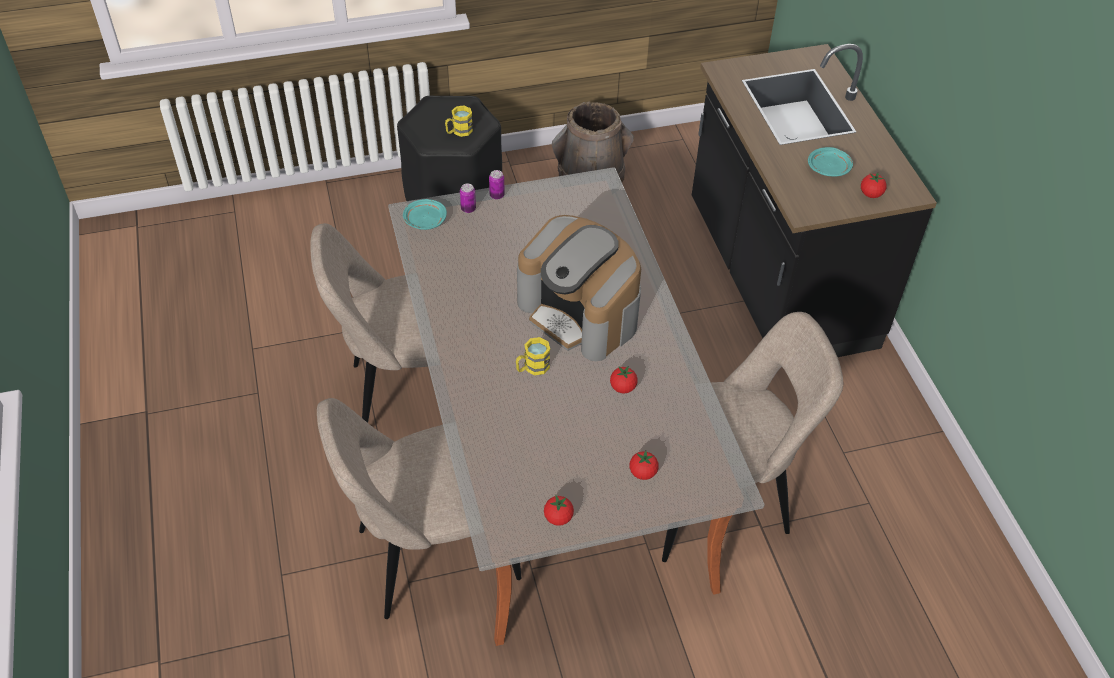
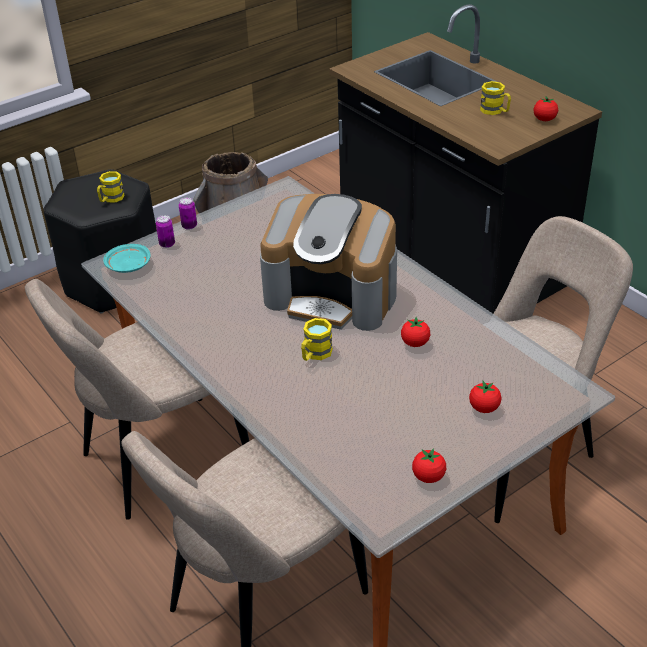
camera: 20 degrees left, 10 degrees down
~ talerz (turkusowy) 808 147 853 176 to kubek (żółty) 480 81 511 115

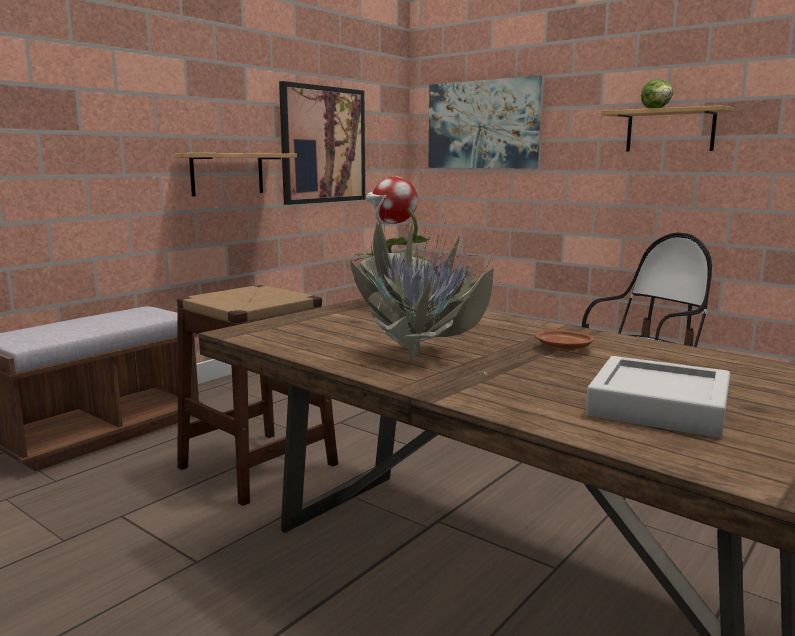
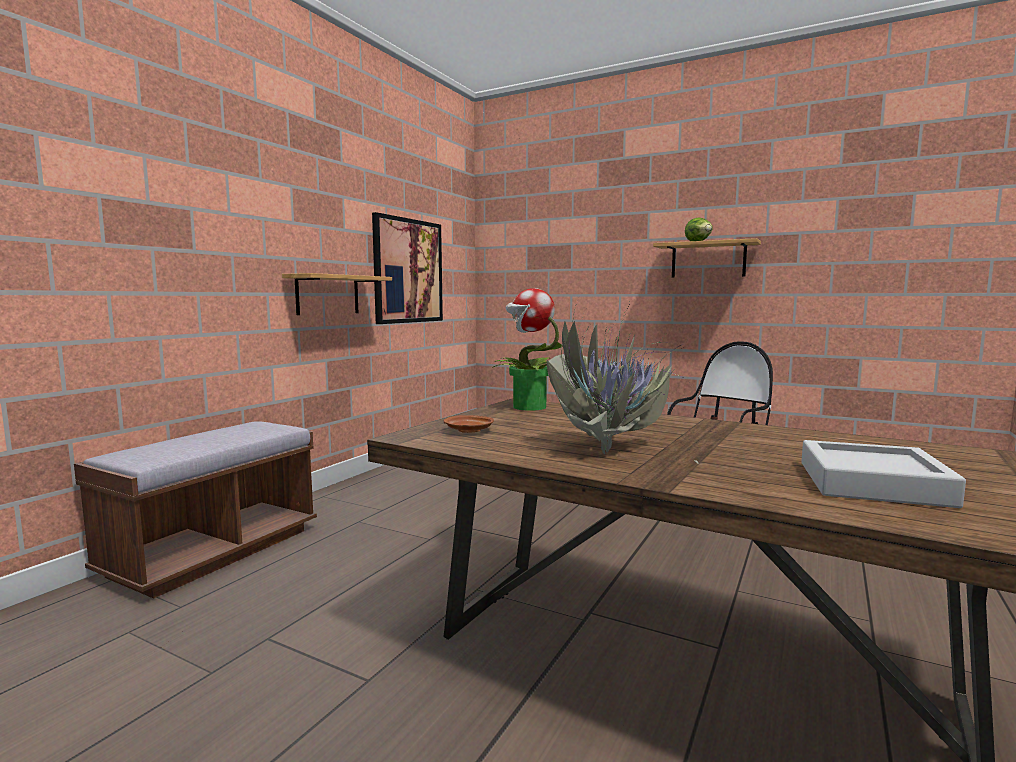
camera: 10 degrees left, 5 degrees down
- stołek (brązowy) 177 285 338 506
- obraz 428 75 542 169
~ talerz (brązowy) 535 329 594 351 to 444 415 494 433

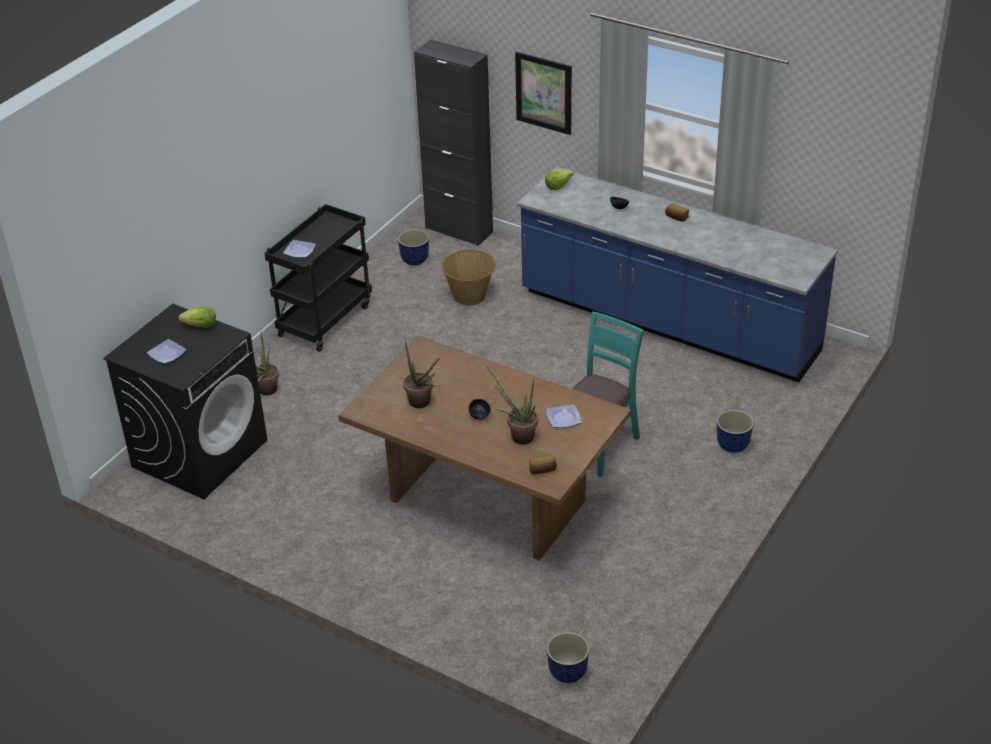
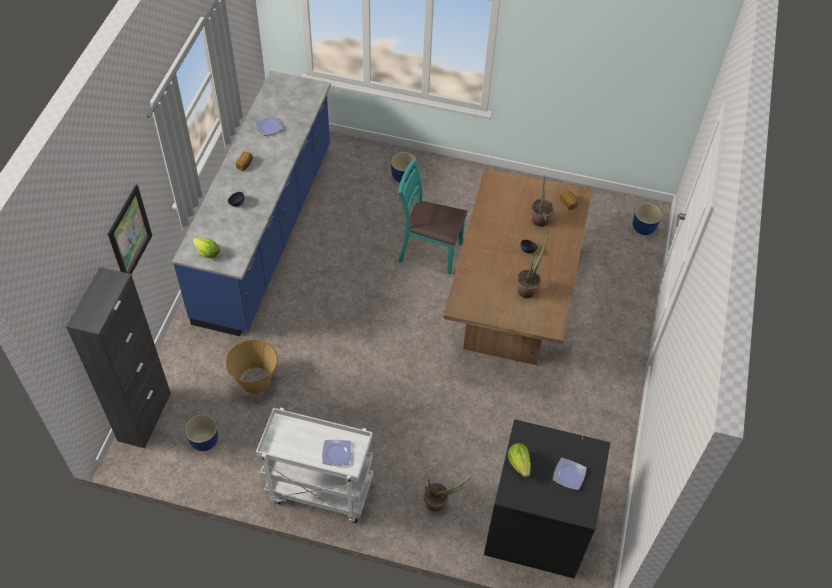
camera: 110 degrees left, 15 degrees up
~ wózek (czarny) 264 204 372 352 to wózek (biały) 256 408 373 523
~ talerz 546 404 582 428 to 255 115 283 136

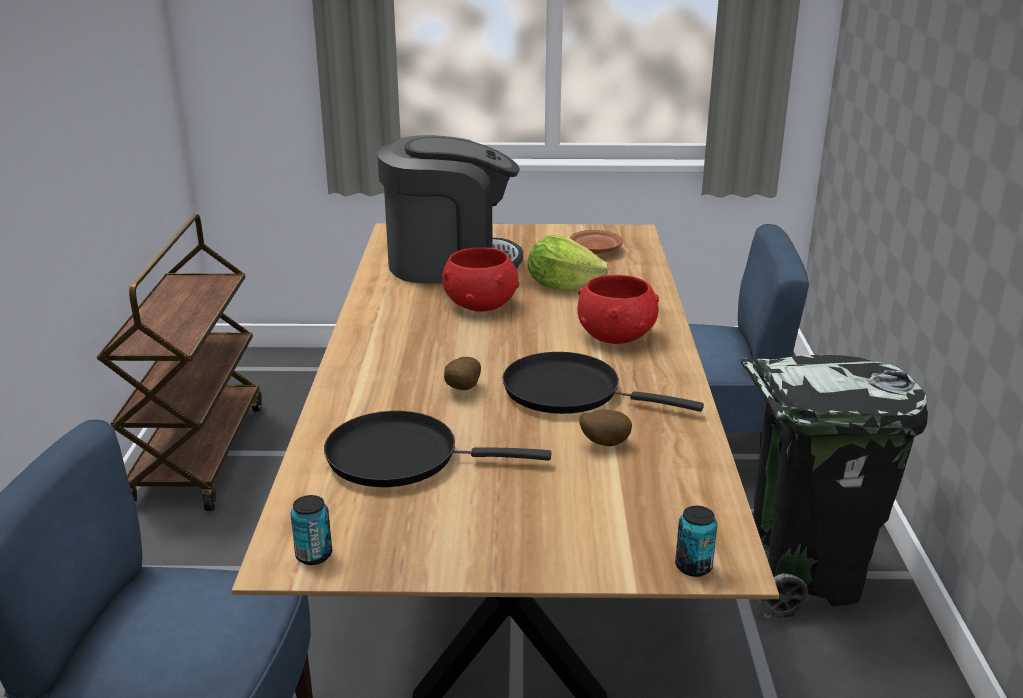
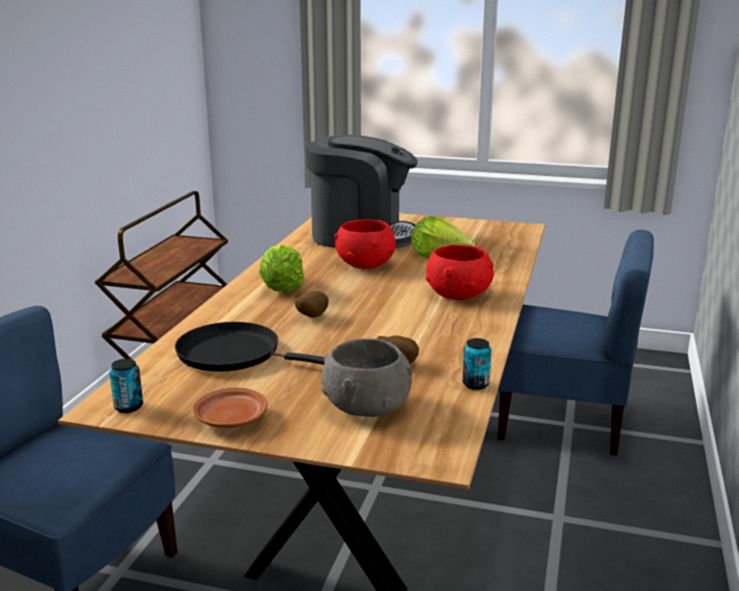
camera: 15 degrees right, 5 degrees down
- patelnia (czarny) 502 352 704 414
~ talerz (brązowy) 570 230 623 254 to 193 388 267 428
~ puszka 675 506 717 577 to 462 338 491 390
- kosz na śmieci (czarny) 741 355 928 619
+ sałata 259 245 304 292
+ miska (szary) 321 338 412 417

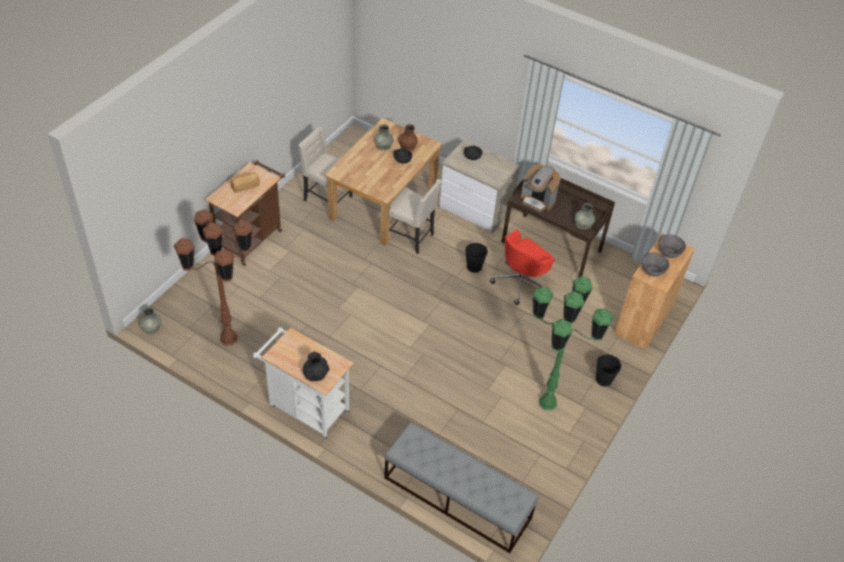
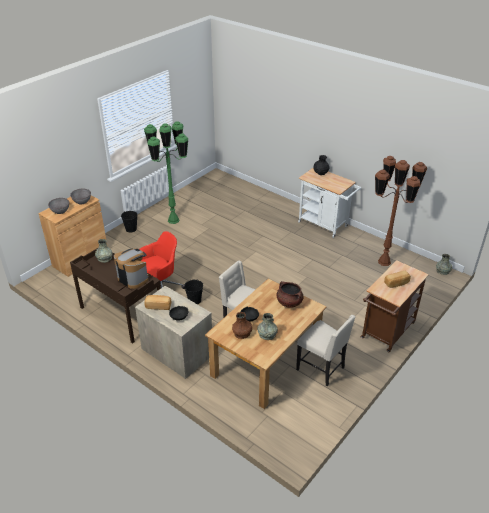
camera: 170 degrees left, 10 degrees down
- ławka (szary) 384 422 538 553
+ chleb 144 295 171 310
+ garnek (brązowy) 276 281 303 308

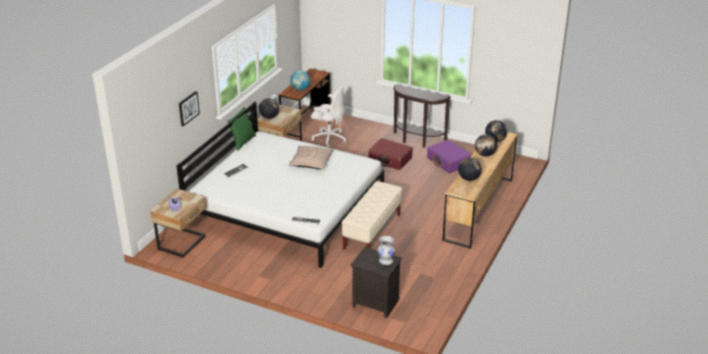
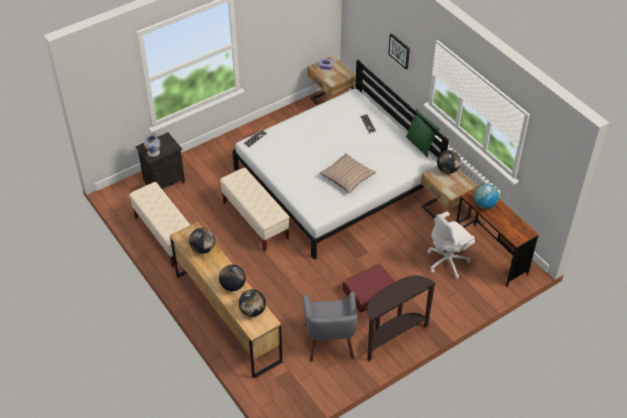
camera: 120 degrees right, 15 degrees up
~ walizka (fioletowy) 427 140 471 173 to fotel (szary) 302 291 357 362
+ ławka (beżowy) 129 182 190 267

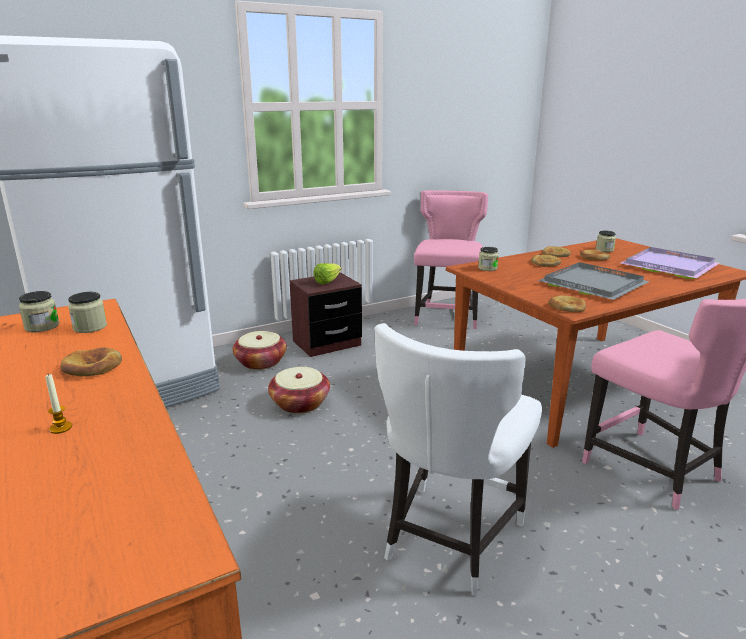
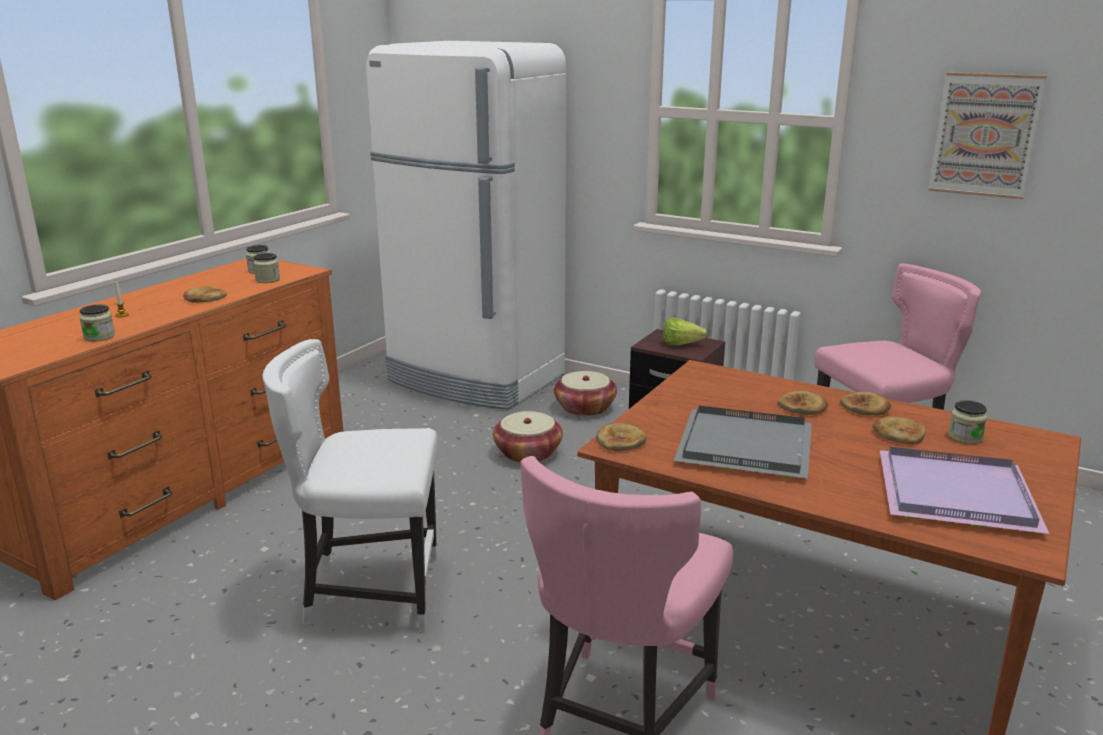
camera: 60 degrees right, 0 degrees up
~ słoik 478 247 499 271 to 80 305 115 342
+ obraz 928 72 1047 199

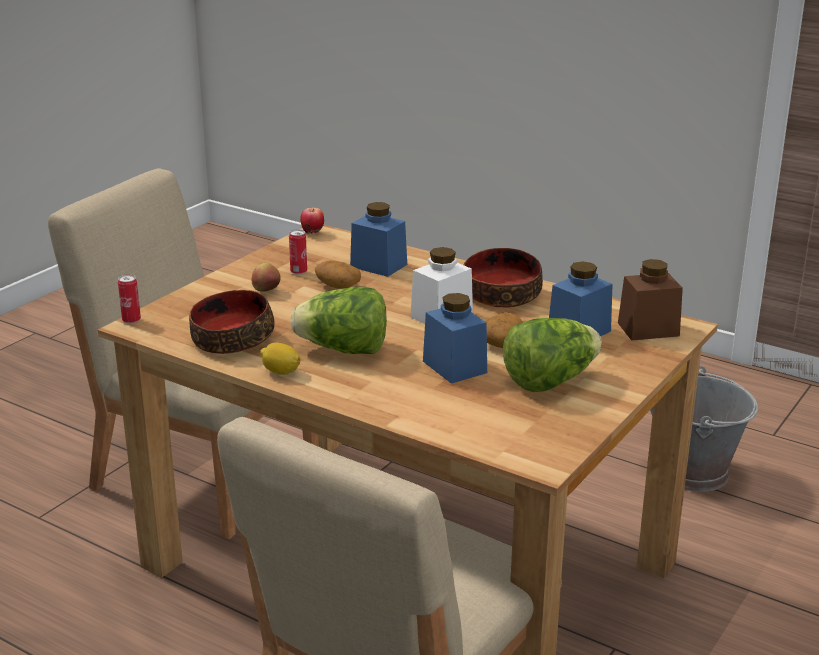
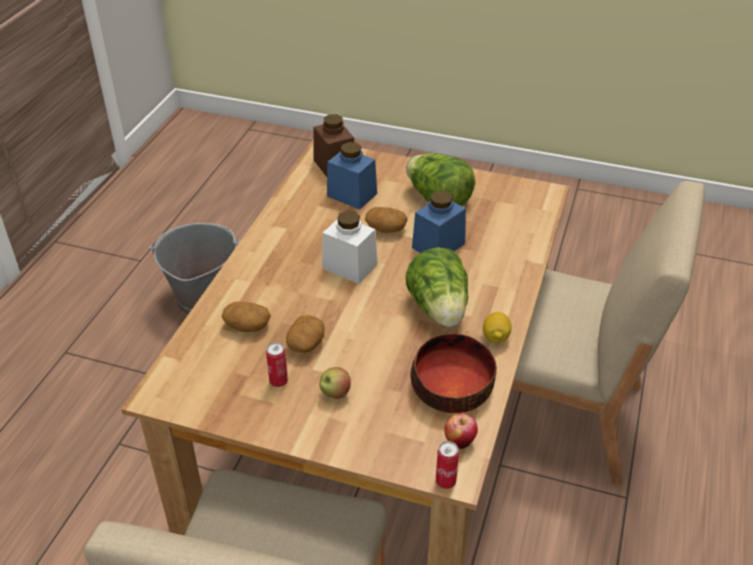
camera: 105 degrees left, 15 degrees up
~ jabłko 300 208 324 234 to 444 414 478 449
~ słoik (niebieski) 350 202 407 277 to ziemniak 222 302 271 332
- miska 464 248 543 308

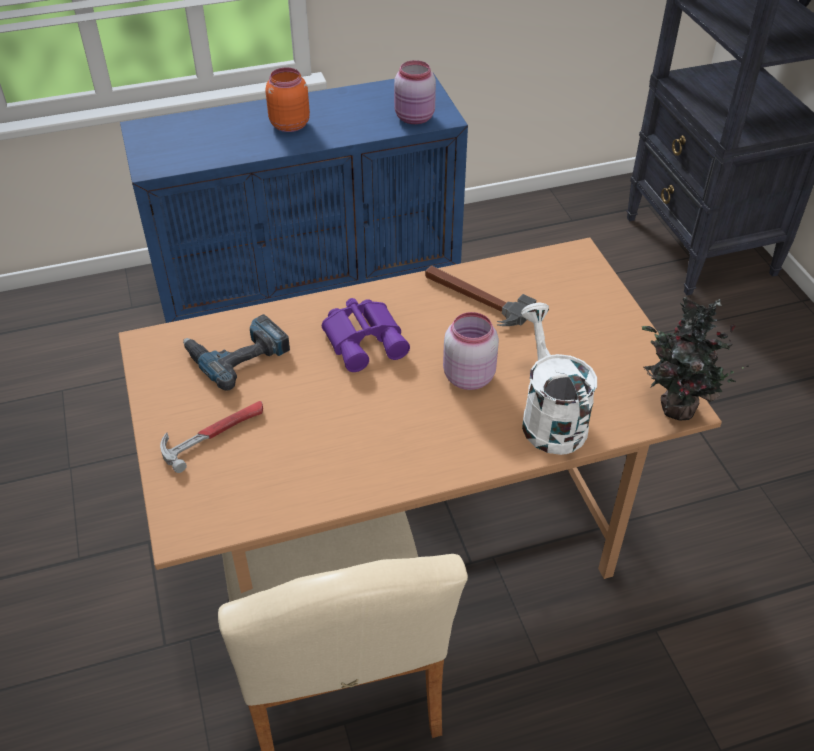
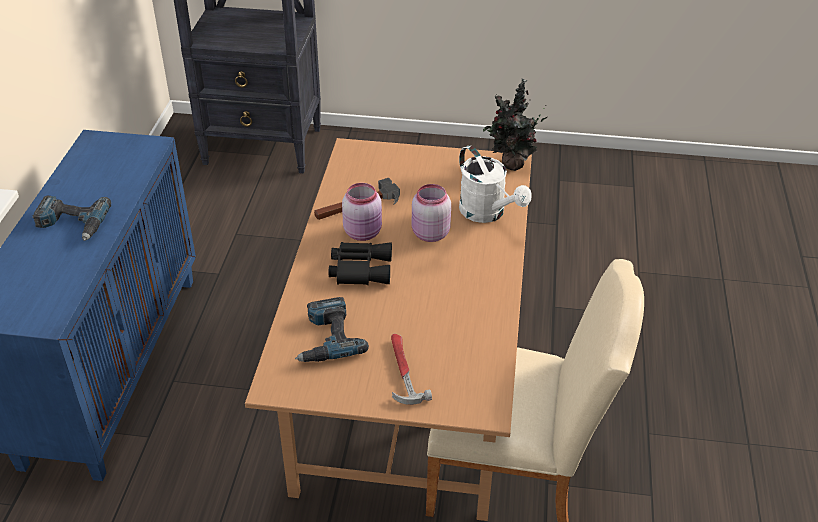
camera: 65 degrees left, 5 degrees down
~ słoik (pomarańczowy) 265 67 310 132 to wiertarka 33 196 111 241
~ lornetka (fioletowy) 322 298 410 372 to lornetka (czarny) 329 242 392 285
~ słoik (różowy) 394 60 436 124 to 342 183 382 241
~ konewka (biały) 521 303 597 455 = 459 145 532 223 135 degrees counterclockwise

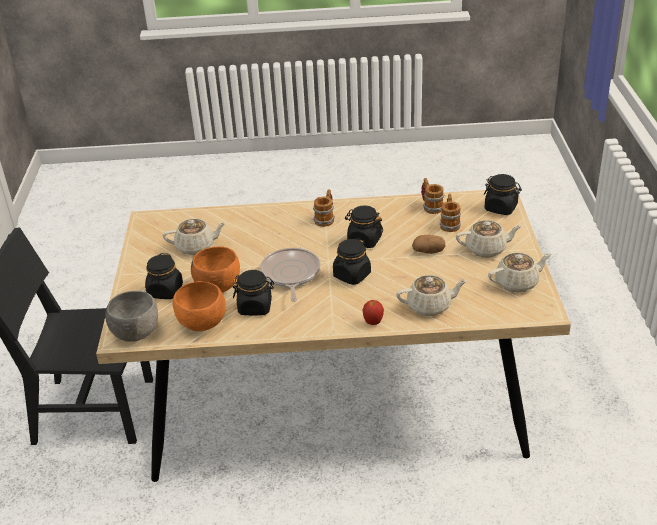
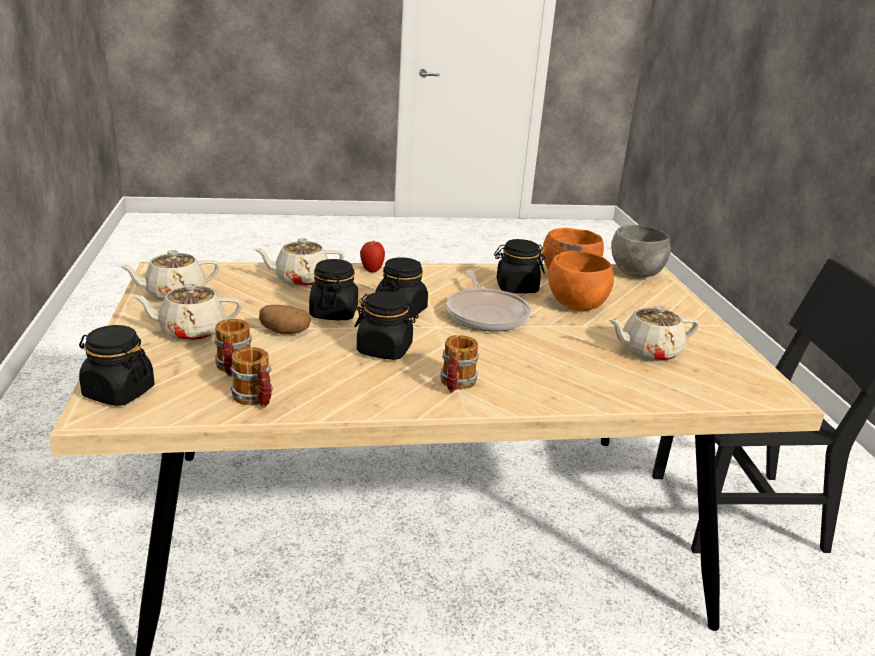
camera: 170 degrees right, 10 degrees down
~ słoik (czarny) 145 253 183 299 to 309 259 358 320

